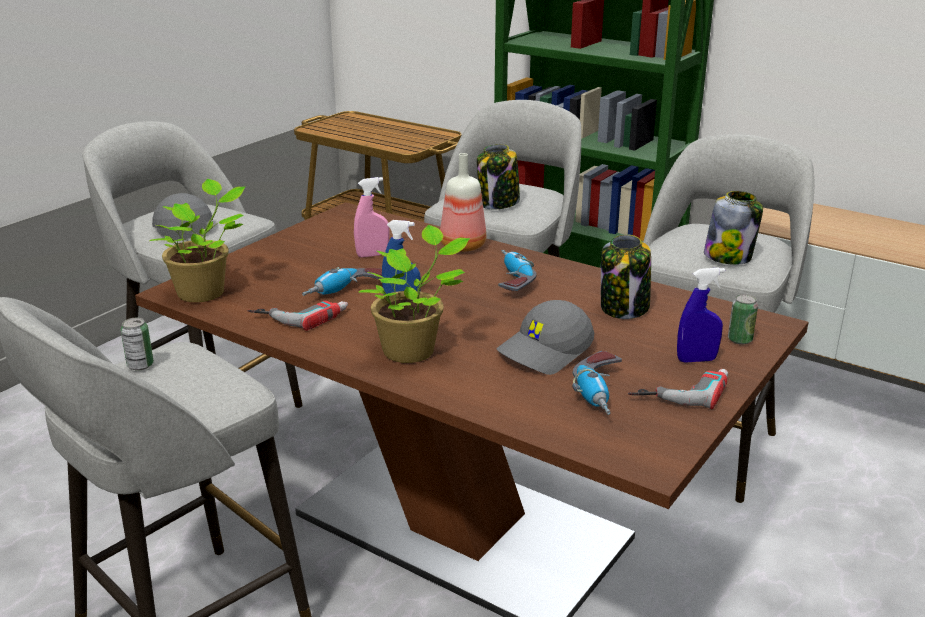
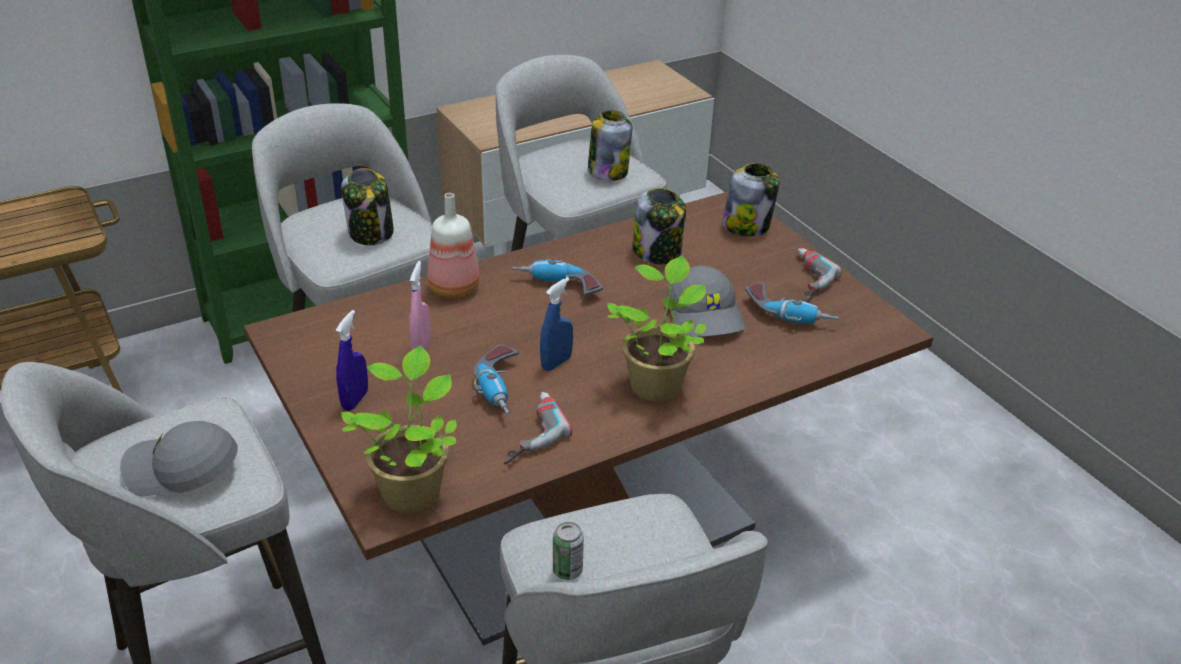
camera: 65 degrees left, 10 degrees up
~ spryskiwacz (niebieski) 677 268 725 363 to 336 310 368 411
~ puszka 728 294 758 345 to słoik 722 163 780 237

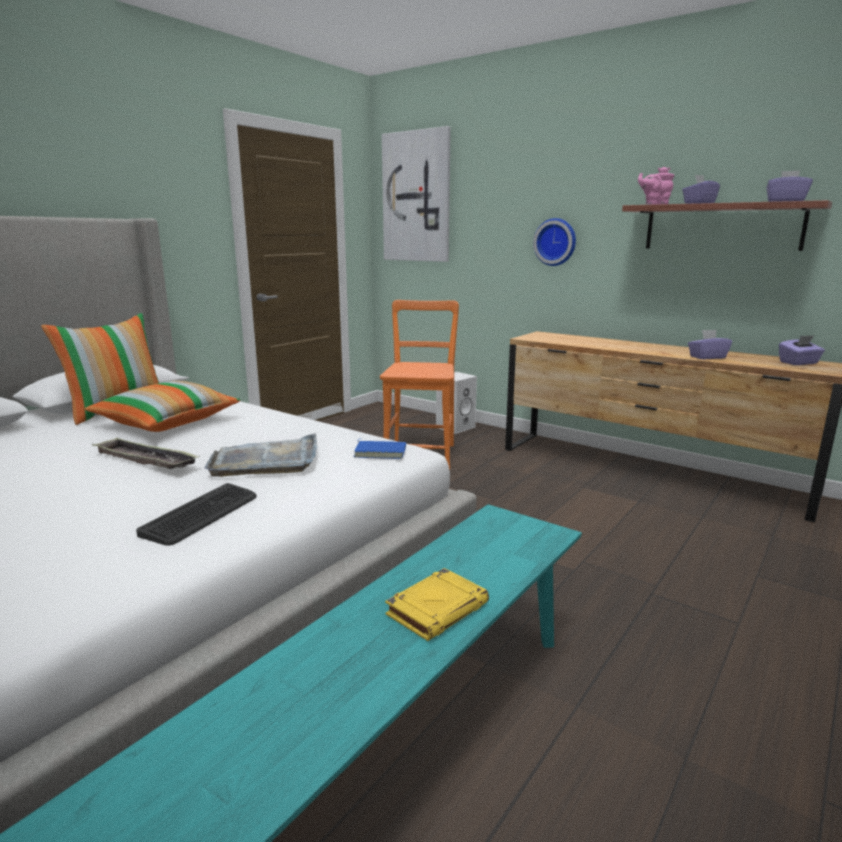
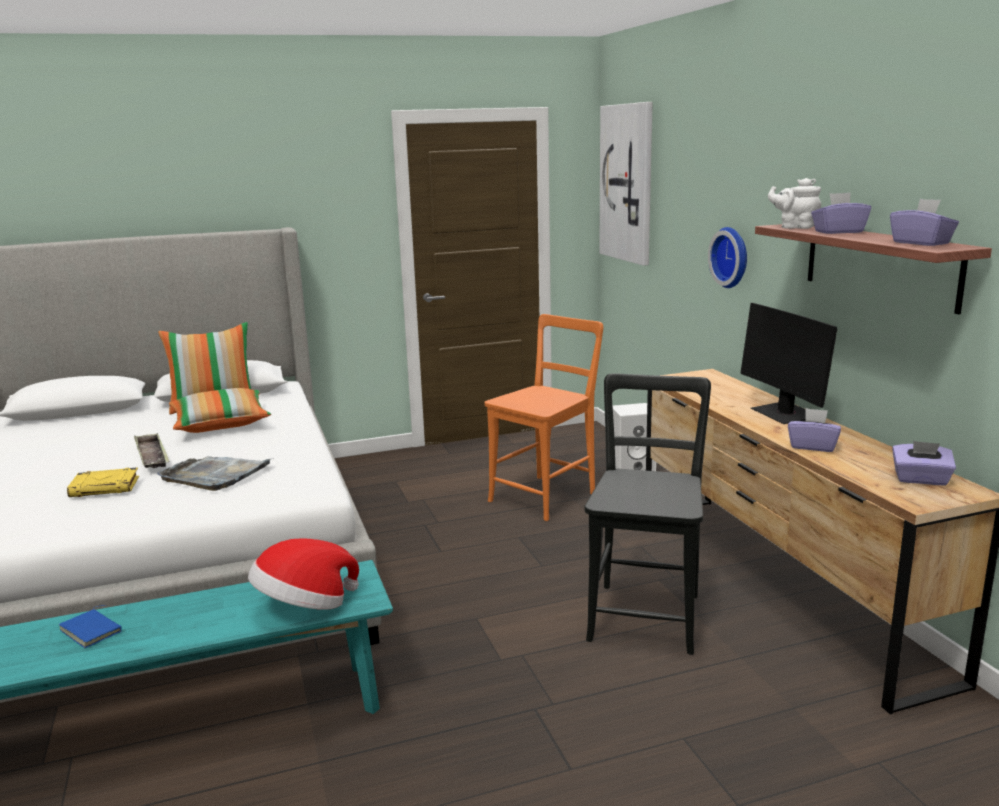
camera: 35 degrees right, 0 degrees up
- klawiatura 136 483 256 546
~ książka (niebieski) 353 438 406 459 to 59 605 122 648
~ książka (żółty) 385 568 489 641 to 67 467 139 497
~ imbryk (różowy) 638 167 674 204 to imbryk (biały) 768 178 821 229
+ kapelusz 248 538 359 610
+ krzesło (czarny) 584 373 711 655
+ monitor 740 303 837 424

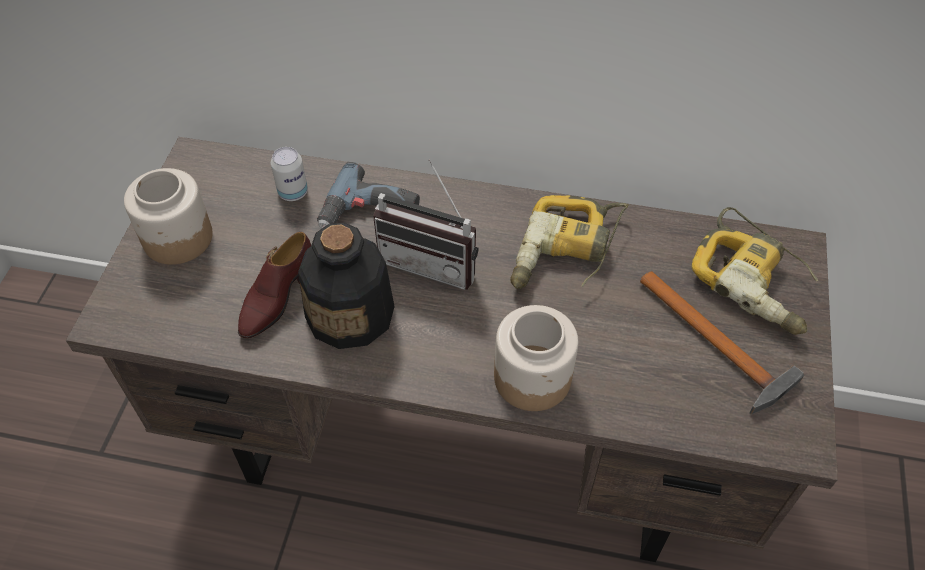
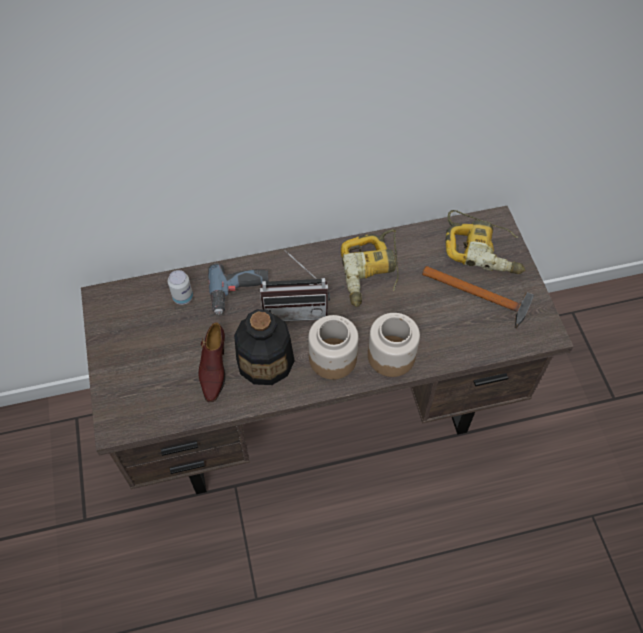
camera: 25 degrees left, 5 degrees up
~ słoik 124 168 213 265 to 308 315 359 380

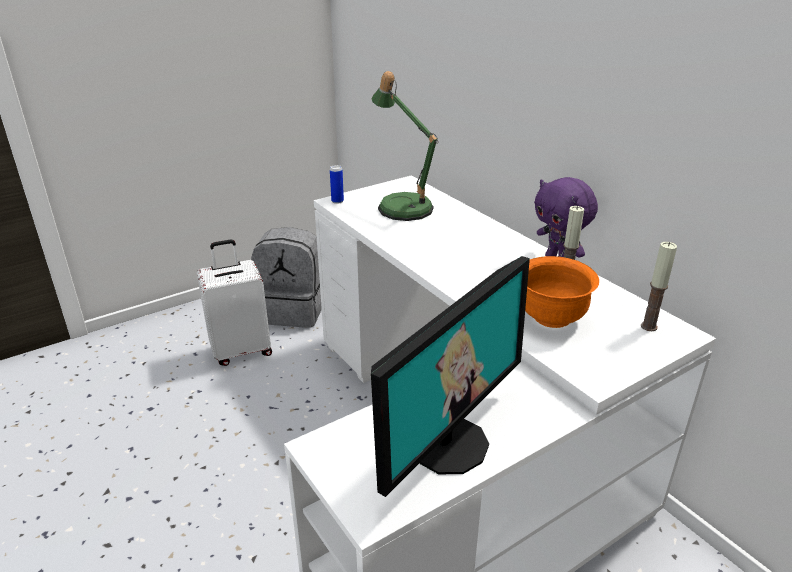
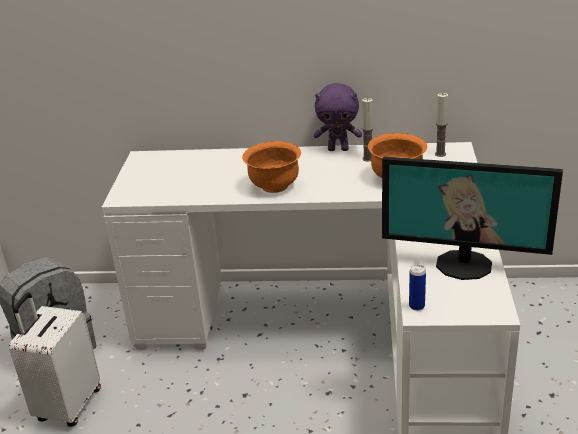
camera: 50 degrees left, 0 degrees up
~ puszka 330 165 344 204 to 409 265 426 311
- lampa stołowa 371 71 438 221
~ monitor 371 256 530 497 = 382 157 563 280 120 degrees clockwise
+ miska (pomarańczowy) 242 141 301 193

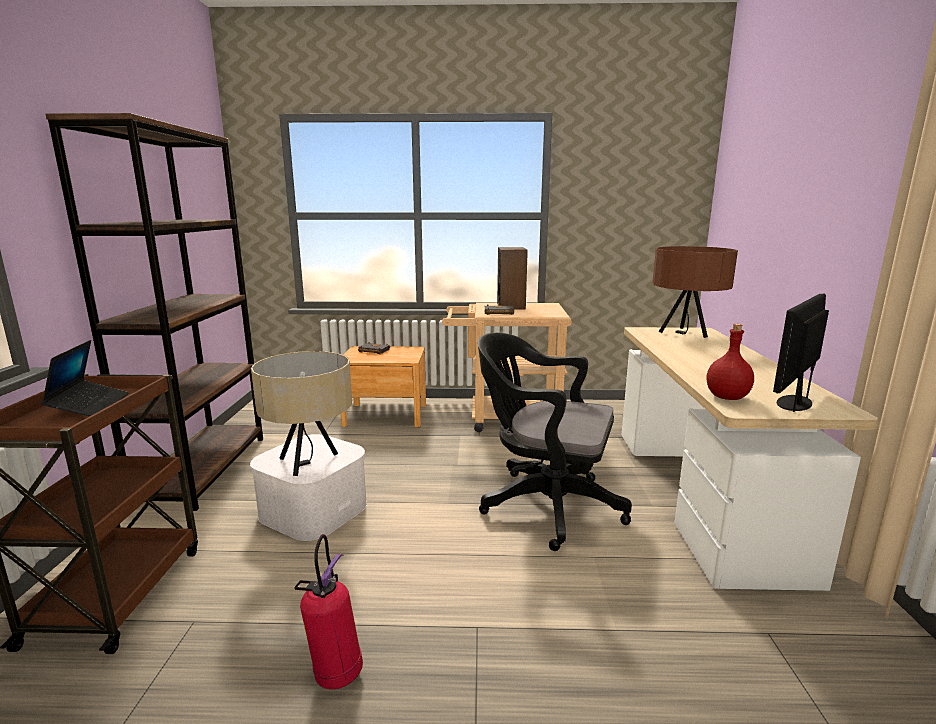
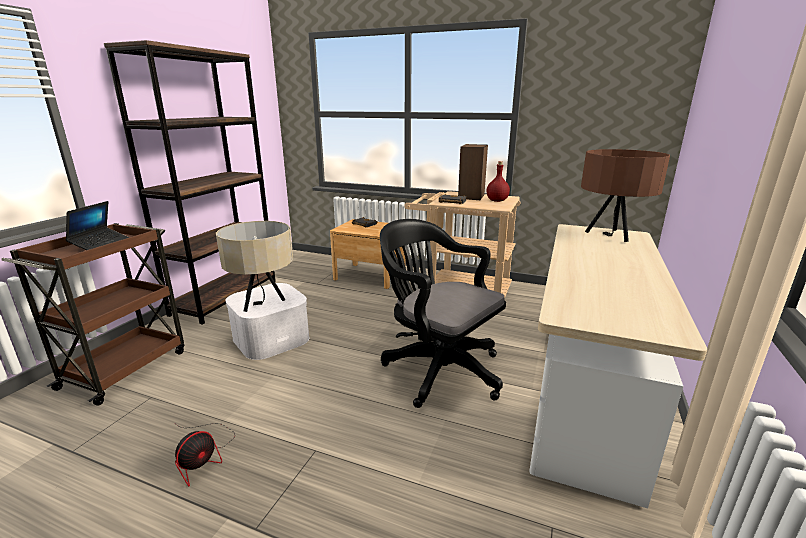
camera: 20 degrees right, 5 degrees up
~ gaśnica 294 534 363 689 to wentylator 175 423 235 486
~ butelka (czerwony) 707 324 754 400 to 486 161 510 202
- monitor 773 293 829 412

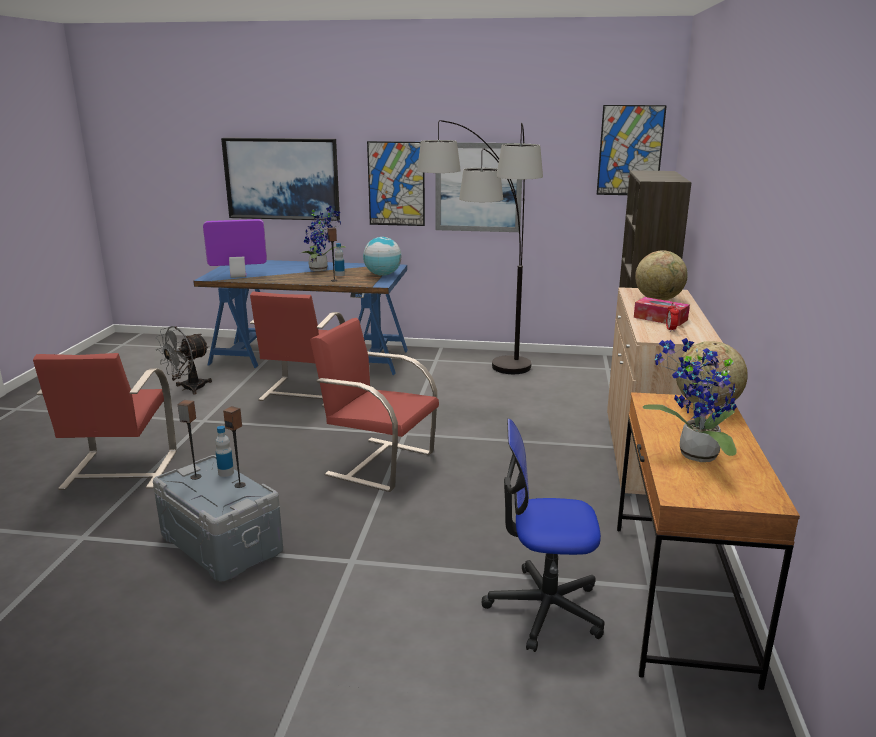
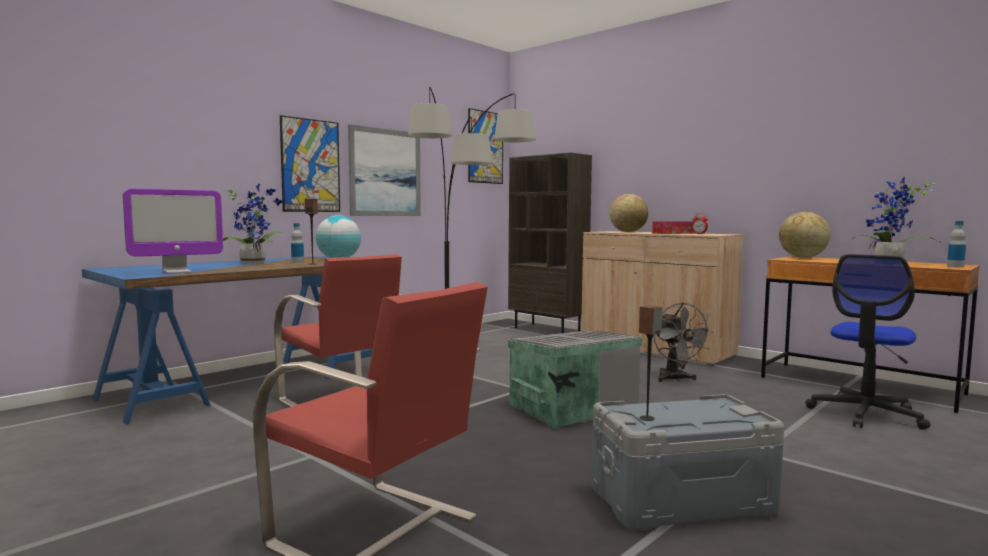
camera: 55 degrees left, 15 degrees down
~ wentylator (szary) 155 326 212 395 to 653 302 714 382
~ monitor 203 219 267 278 = 123 189 223 274 150 degrees counterclockwise
~ butelka 215 426 234 477 to 947 221 966 268
- obraz 221 138 340 221
- głośnik 223 406 246 488
~ krzesło (czerwony) 310 318 439 492 to pojemnik do przechowywania (szary) 508 330 643 429

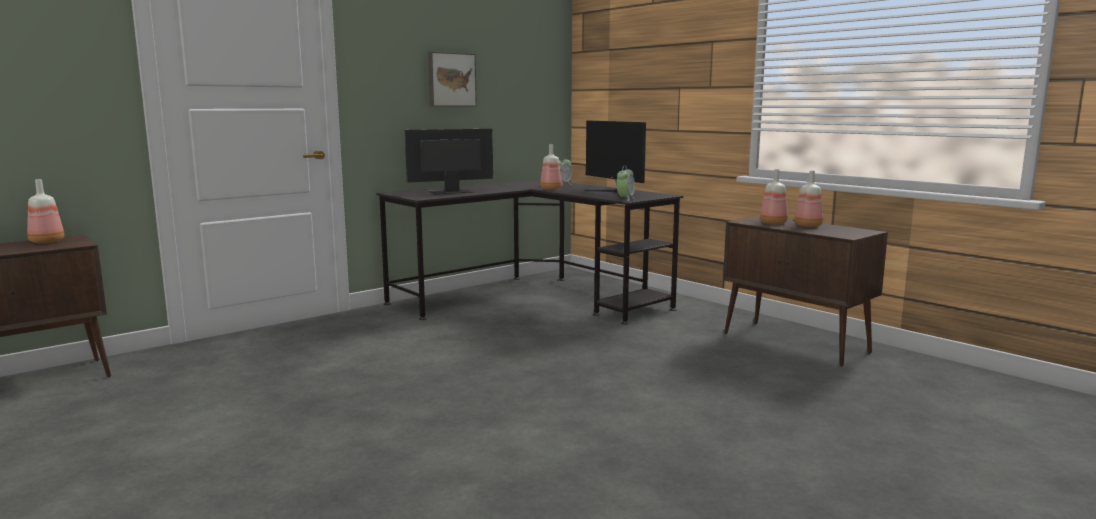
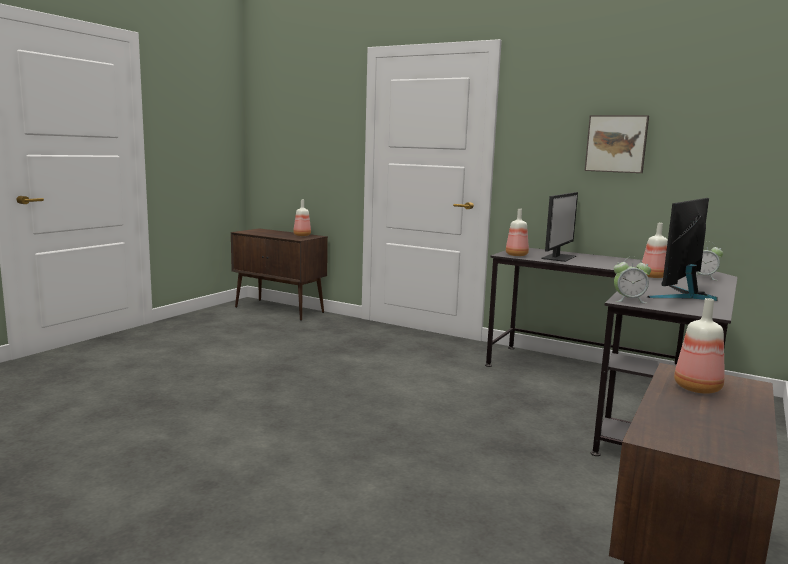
camera: 70 degrees right, 0 degrees up
~ monitor 405 129 493 194 = 541 192 578 262 75 degrees clockwise
~ butelka 795 171 823 227 to 506 209 529 256

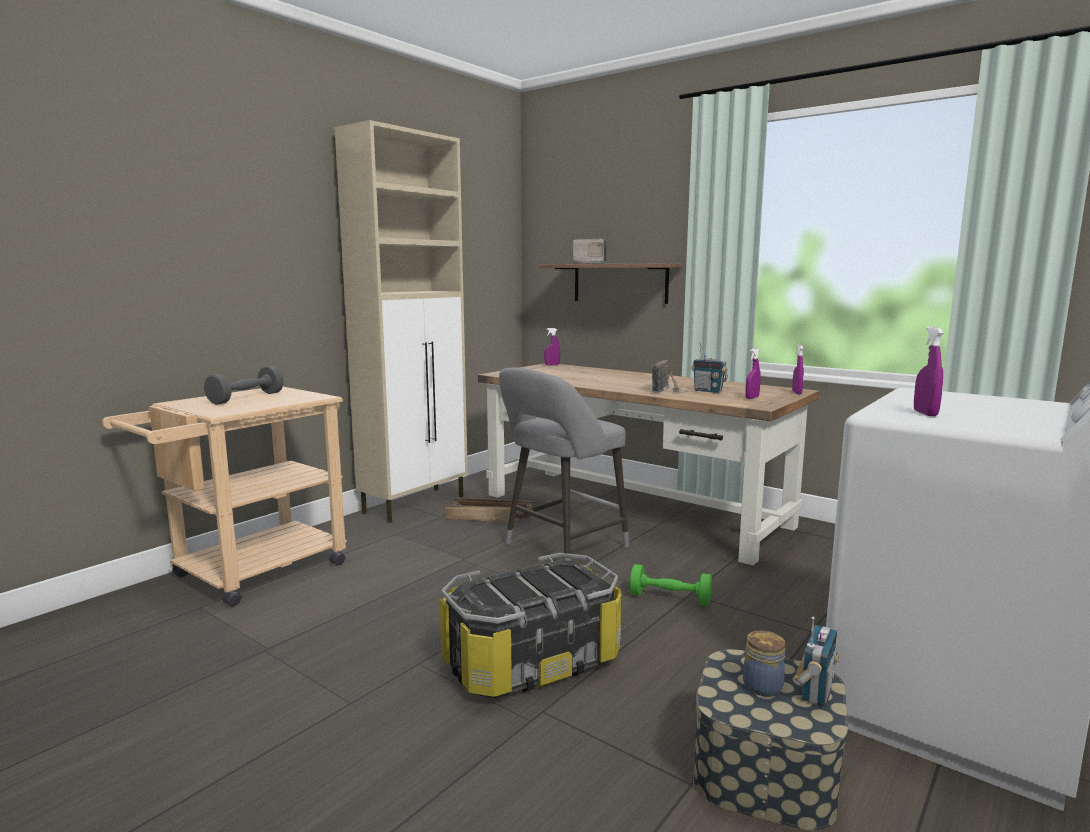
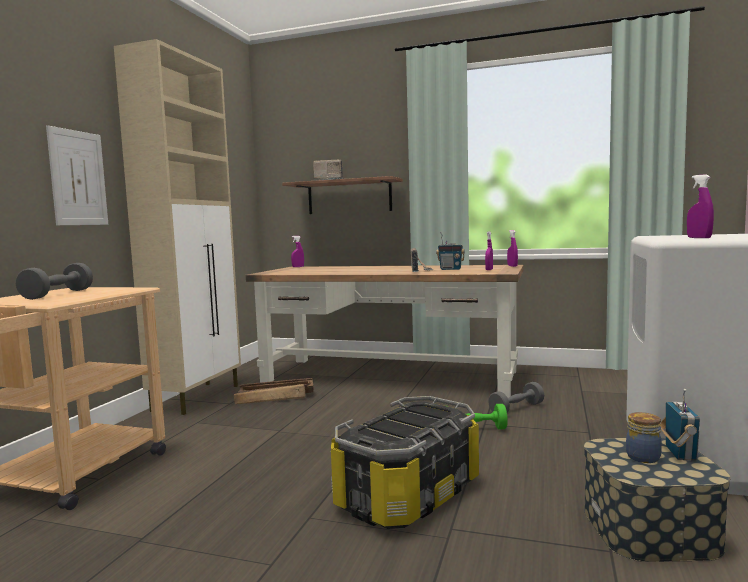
camera: 20 degrees left, 5 degrees down
- stołek (szary) 499 368 629 561
+ obraz 46 125 108 225
+ hantel (szary) 488 382 544 413

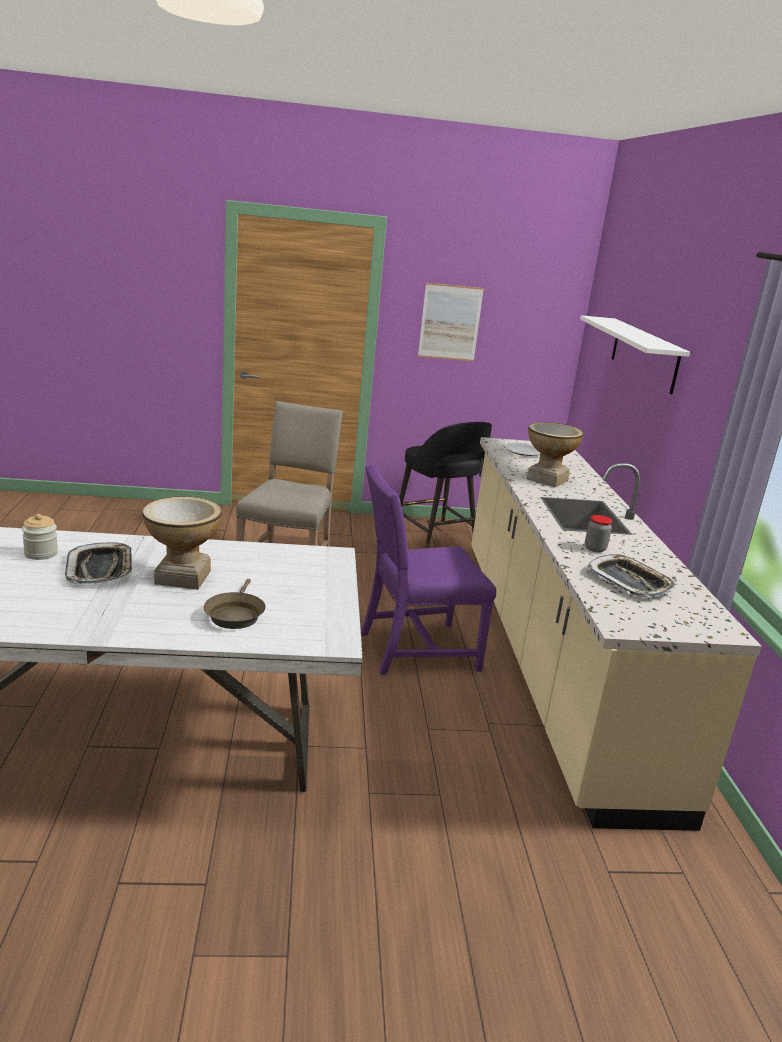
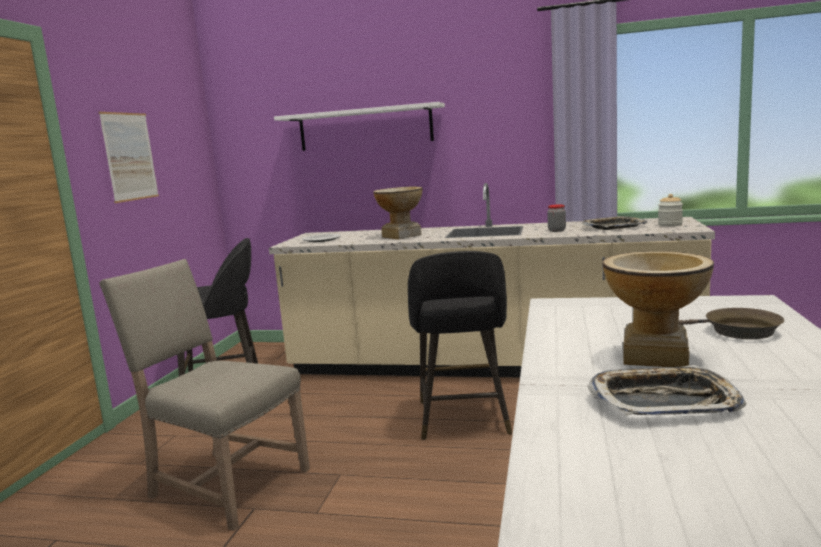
camera: 70 degrees left, 10 degrees down
~ słoik 22 514 58 560 to 658 194 683 226
~ krzesło (fioletowy) 361 465 496 675 to stołek (czarny) 408 251 512 440

